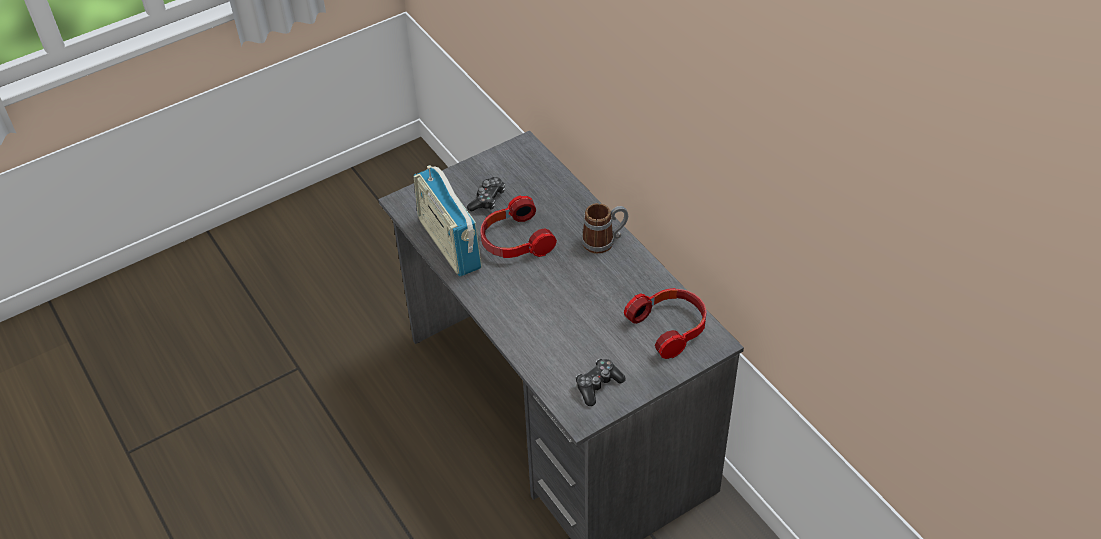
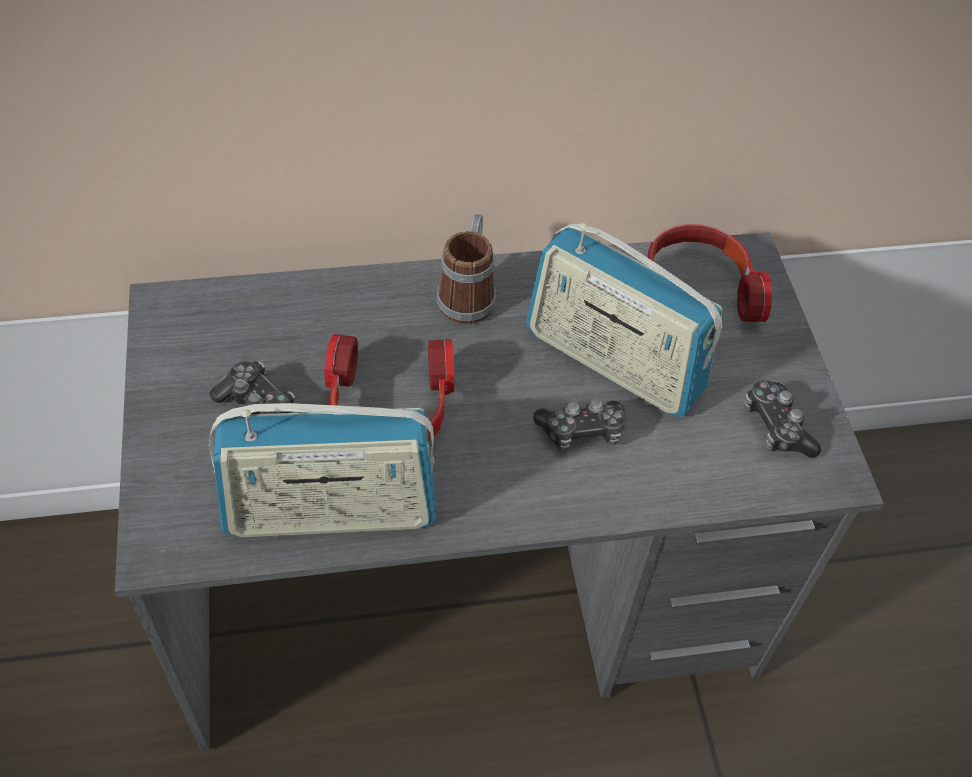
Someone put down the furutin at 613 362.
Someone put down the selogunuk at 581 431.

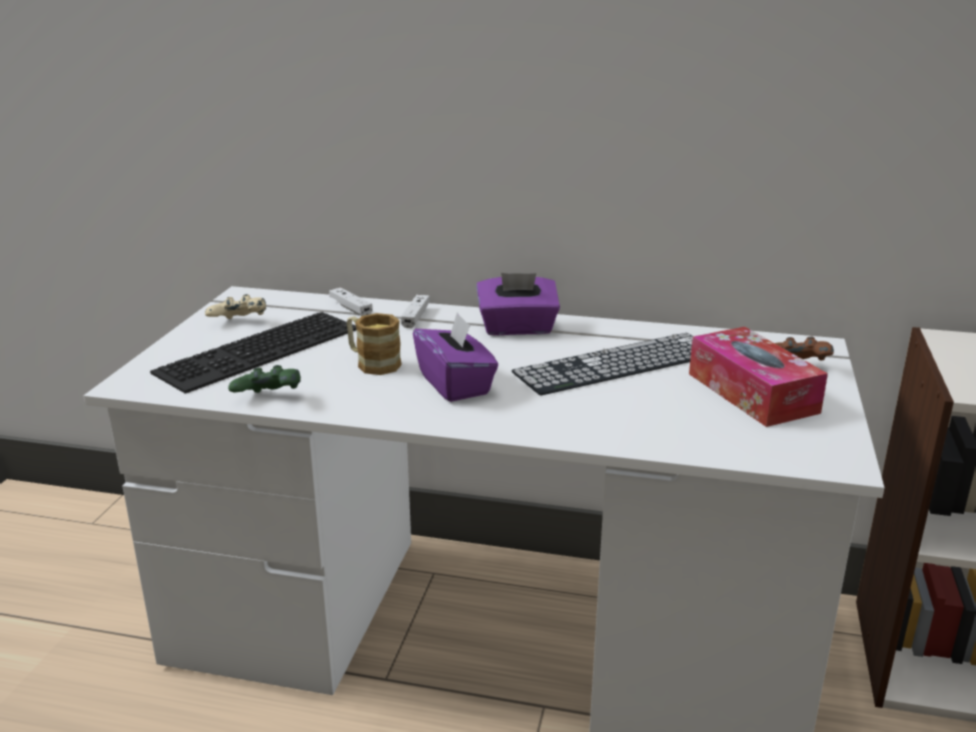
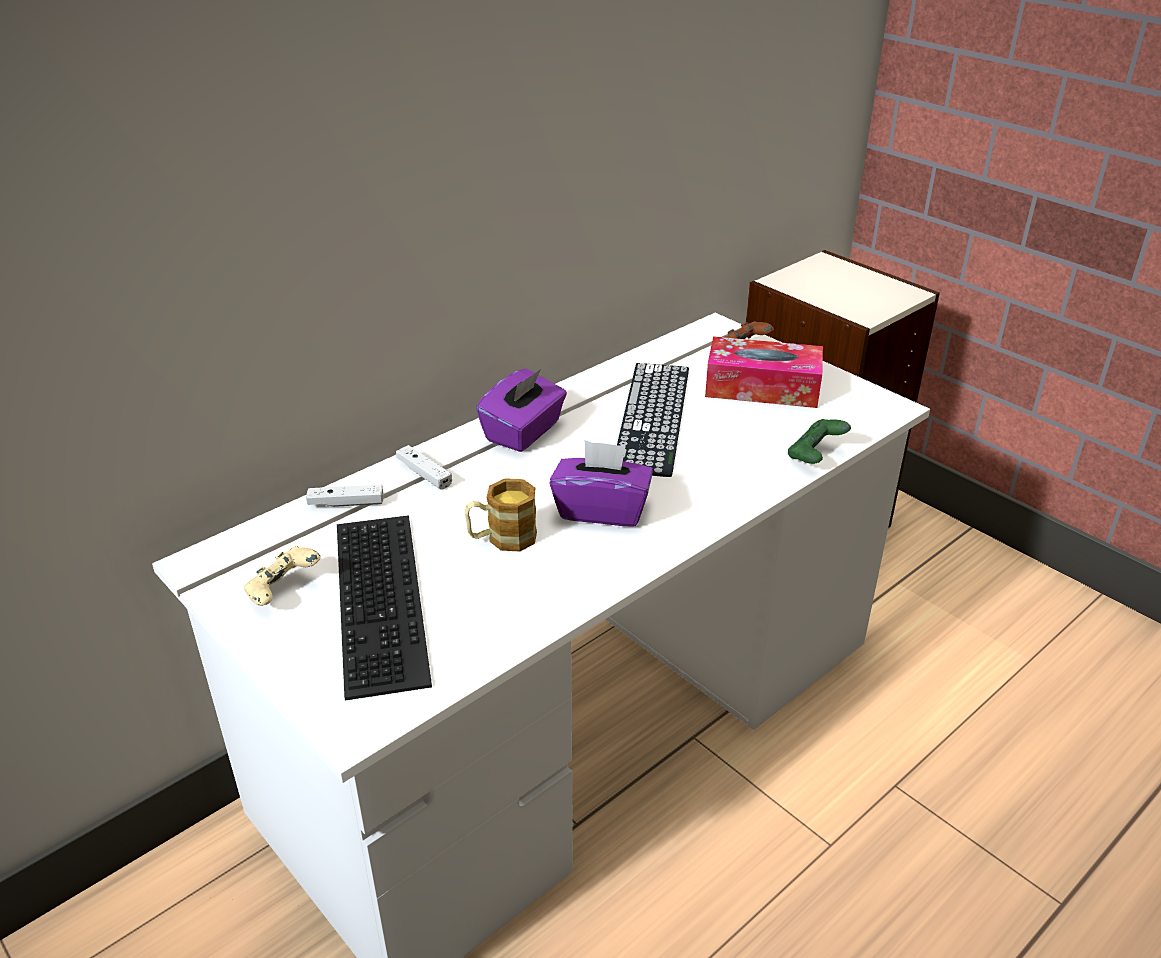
Someone carried the selogunuk (green) from 269 399 to 815 456.

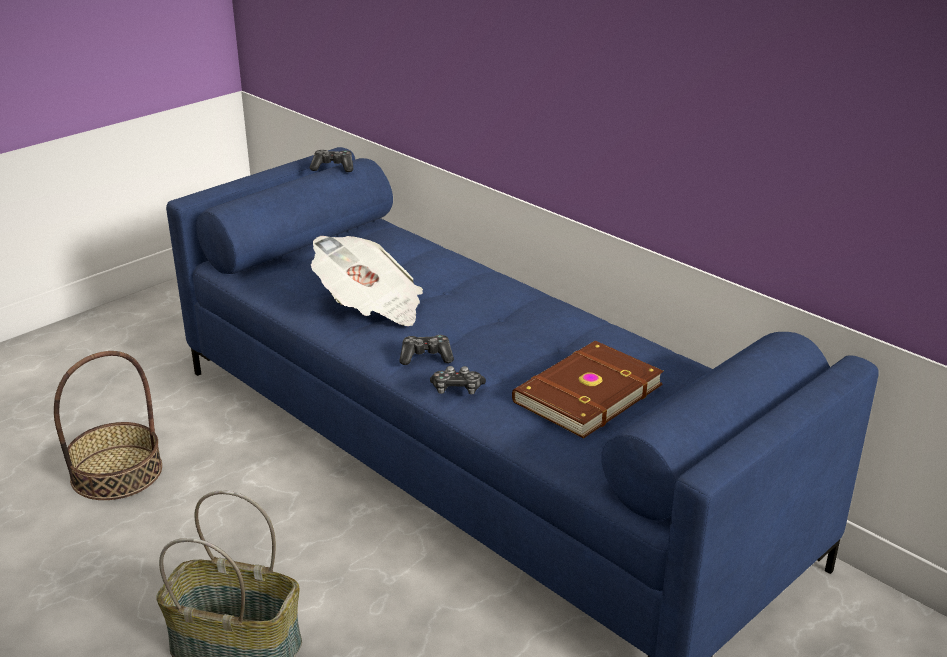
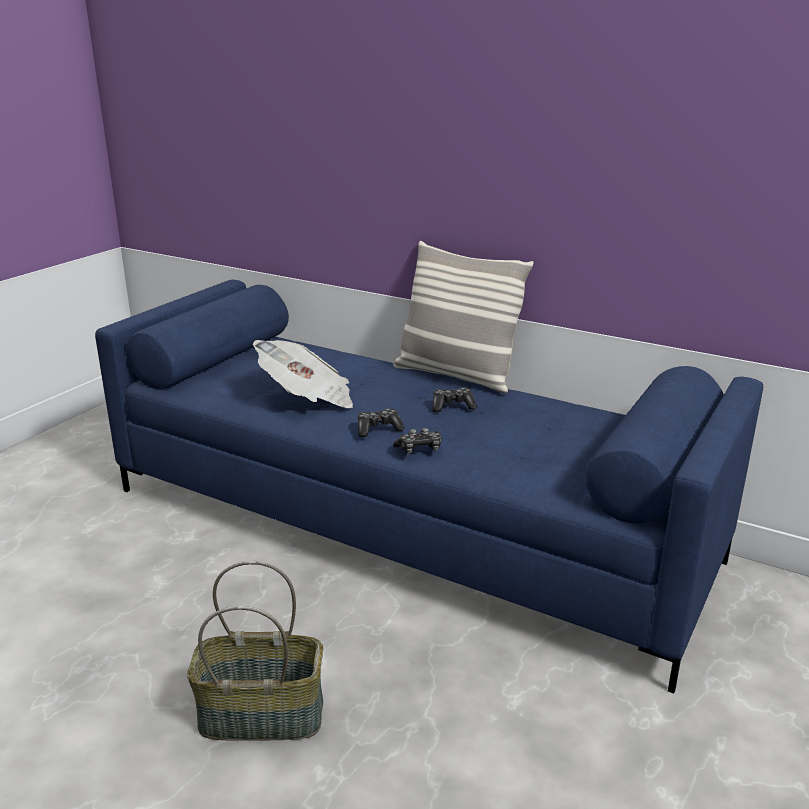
Someone took away the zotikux at 116 473.
Someone took away the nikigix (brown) at 585 393.
Someone put down the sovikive at 456 375.
Someone carried the selogunuk from 333 167 to 452 406.

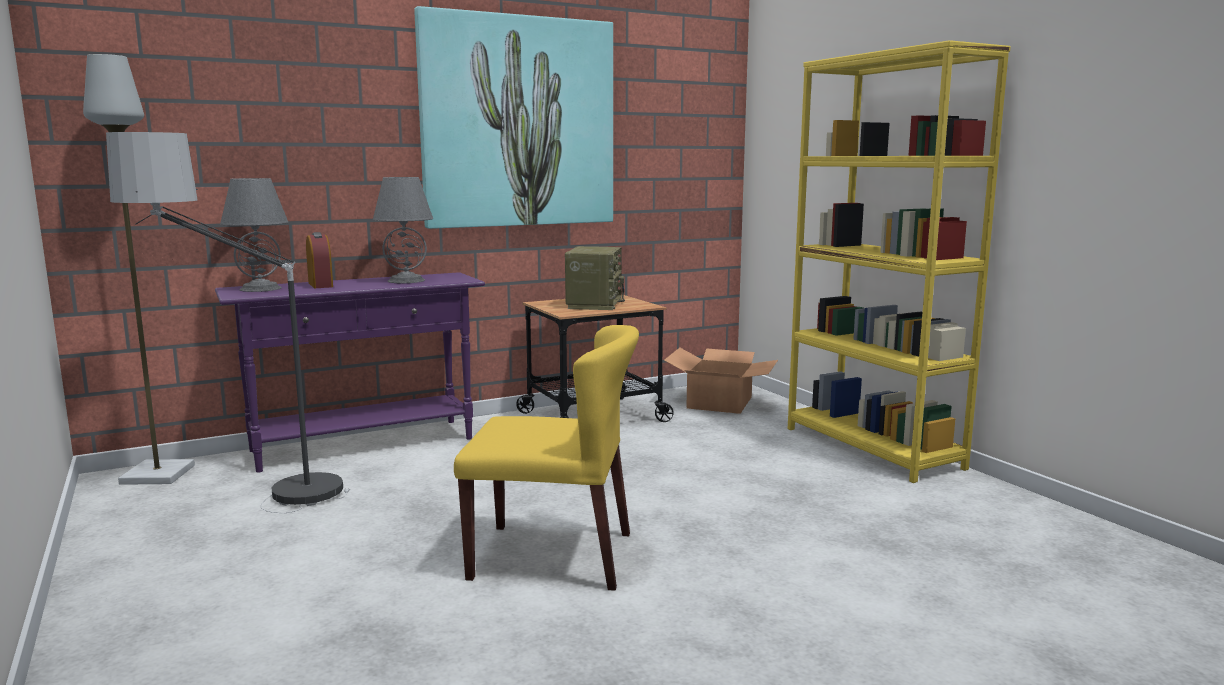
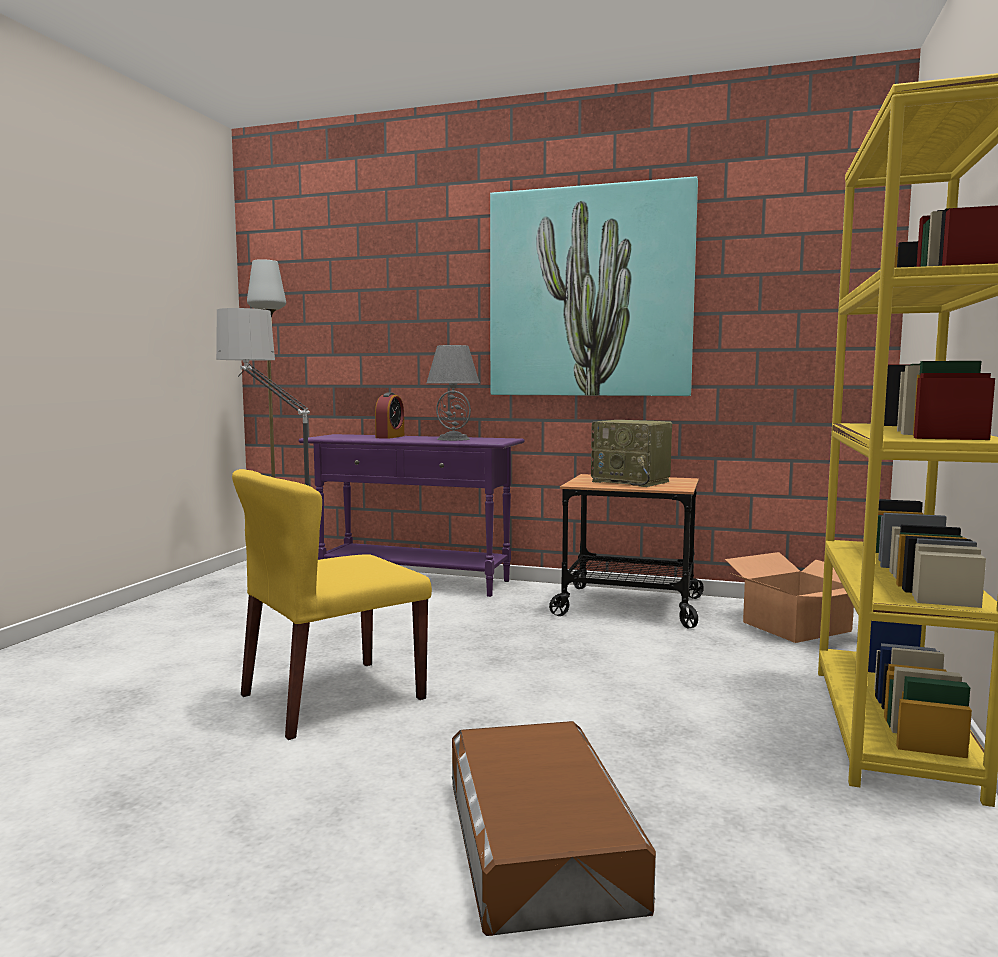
Someone took away the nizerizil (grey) at 260 288.
Someone put down the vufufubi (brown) at 540 841.
Someone rotated the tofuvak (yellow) at 554 555 by 90 degrees clockwise.
Someone rotated the furutin at 594 304 by 75 degrees clockwise.

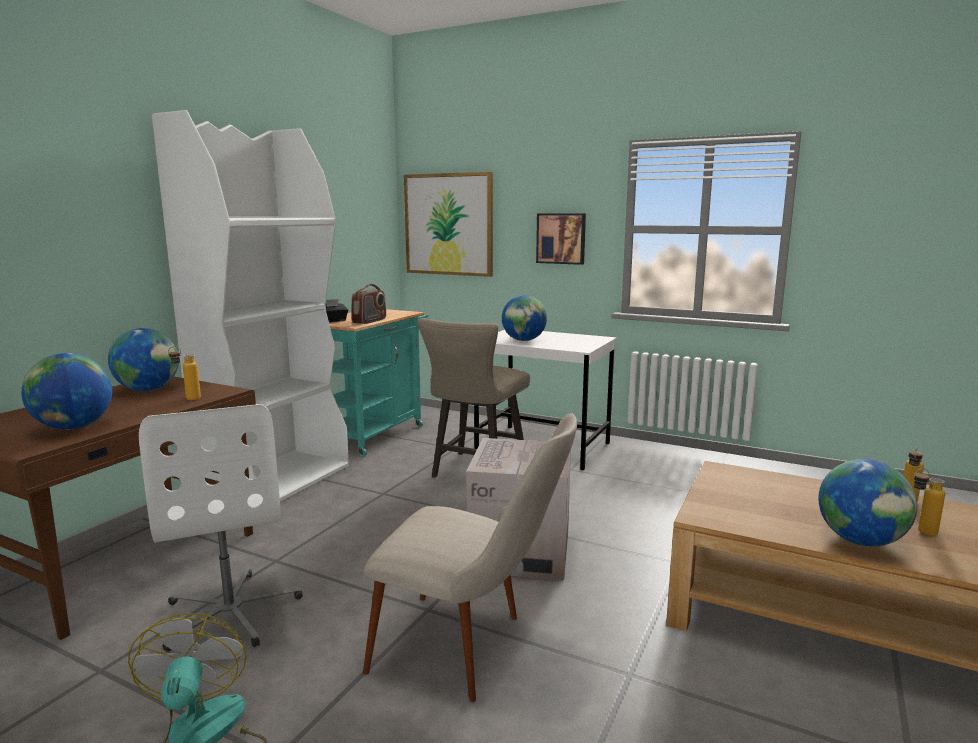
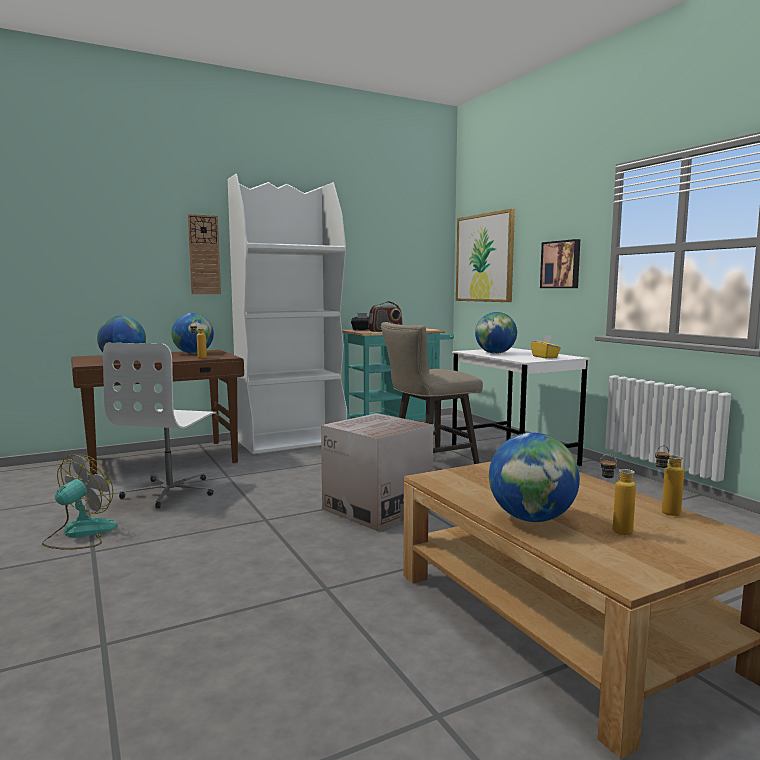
Someone took away the tofuvak (beige) at 471 649.
Someone put up the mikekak at 204 255.
Someone put down the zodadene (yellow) at 545 357.

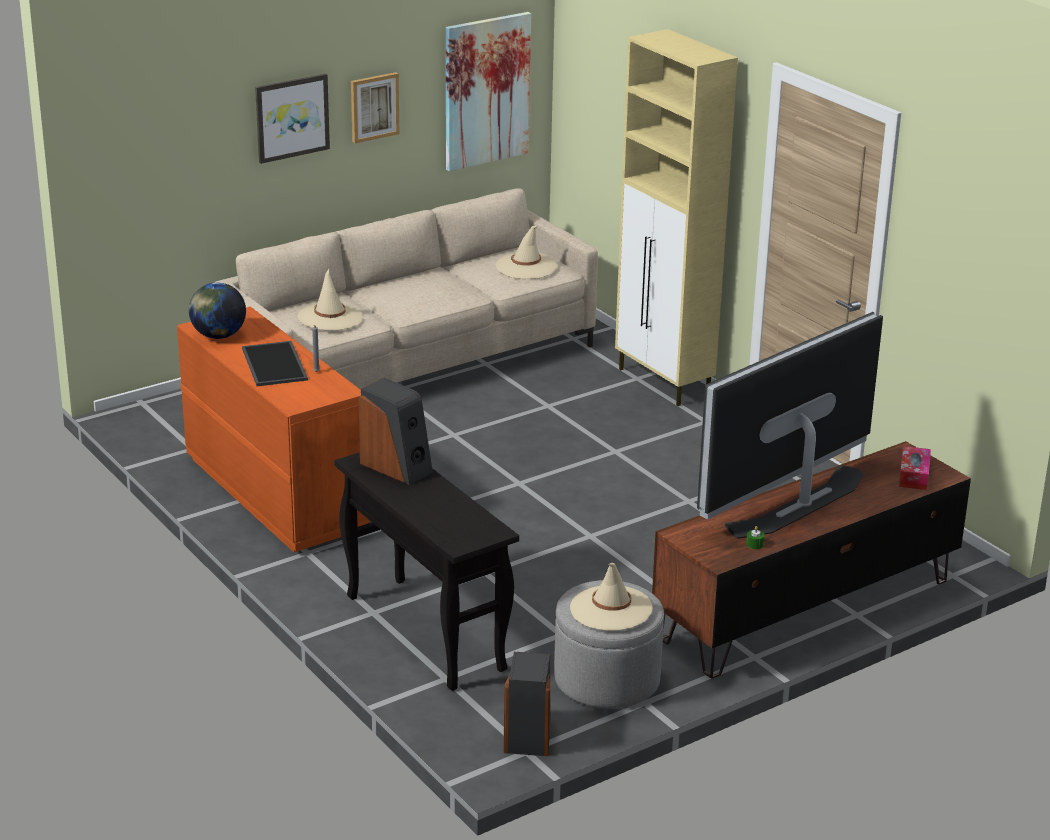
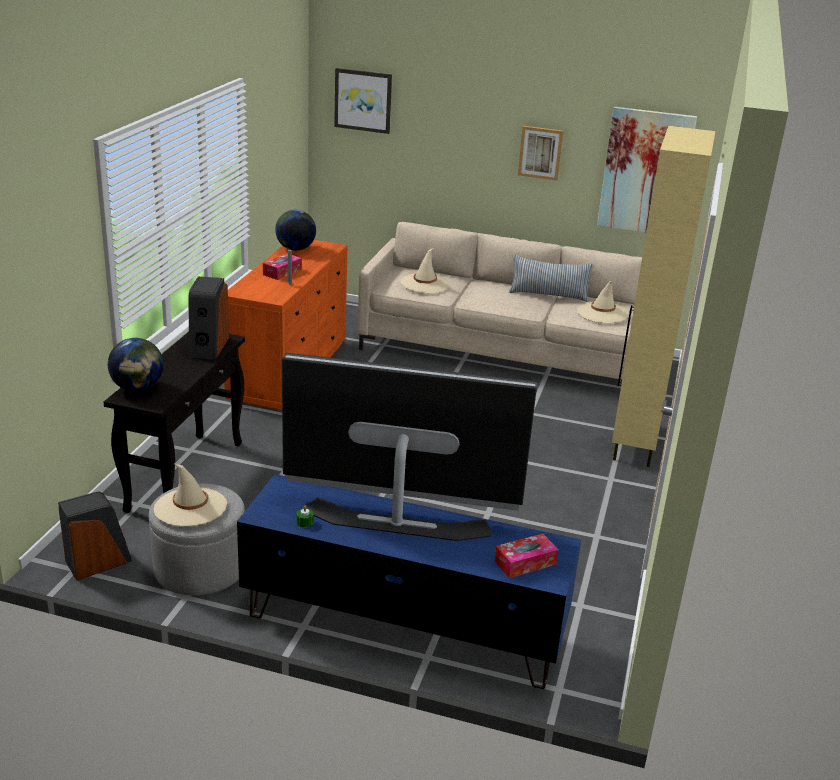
Someone put down the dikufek at 137 388.
Someone put down the sovikive at 548 295.
Someone carried the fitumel from 291 117 to 363 100.
Someone swapped the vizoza at 276 364 for the zodadene at 282 272.
Someone repainted the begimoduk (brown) at 805 609, which became the begimoduk (blue) at 402 626.

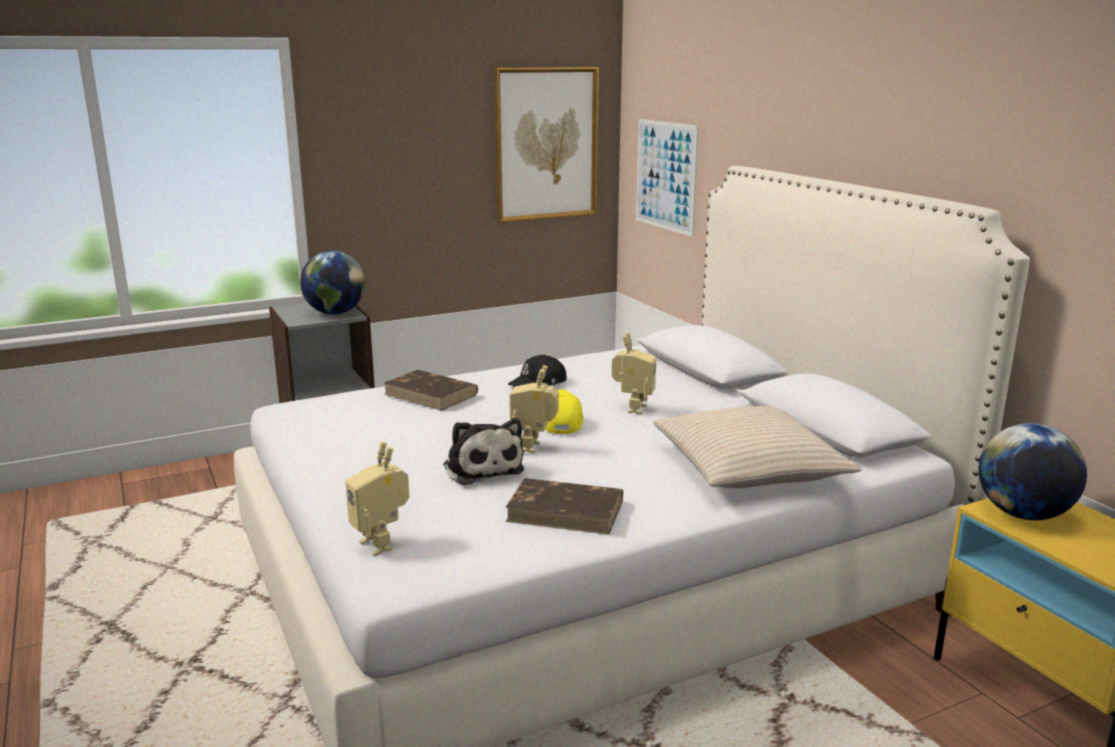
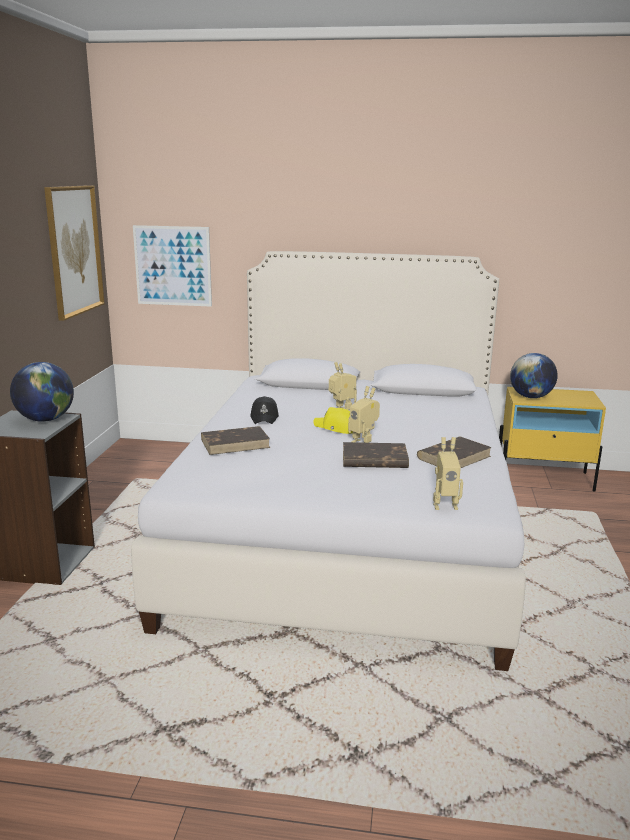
Someone took away the sovikive (beige) at 748 467.
Someone swapped the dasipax at 482 468 for the nikigix (brown) at 374 460.

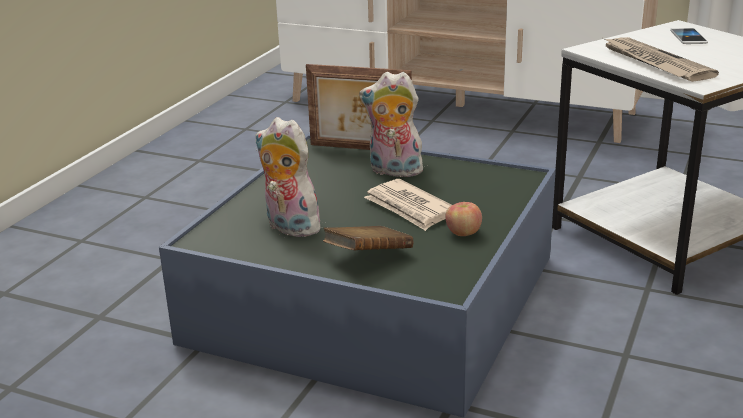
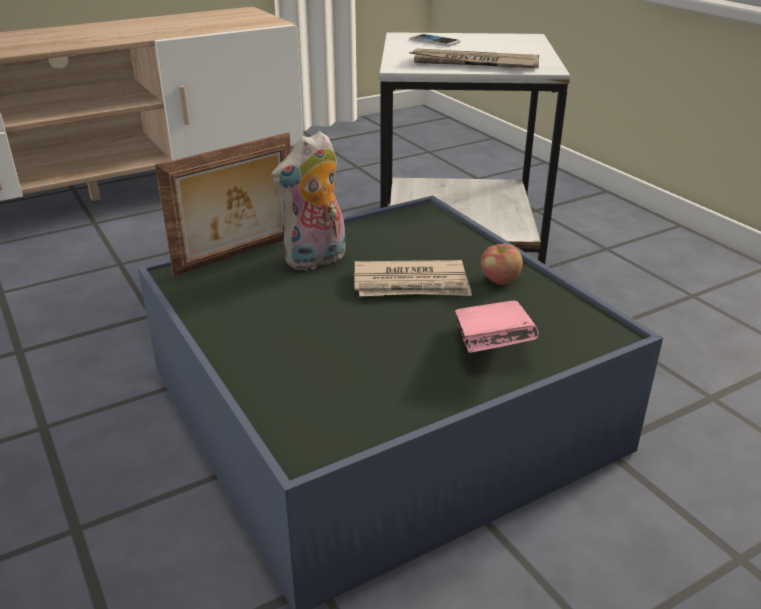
Someone took away the dasipax at 289 227.
Someone repainted the nikigix (brown) at 368 257, which became the nikigix (pink) at 492 346.

